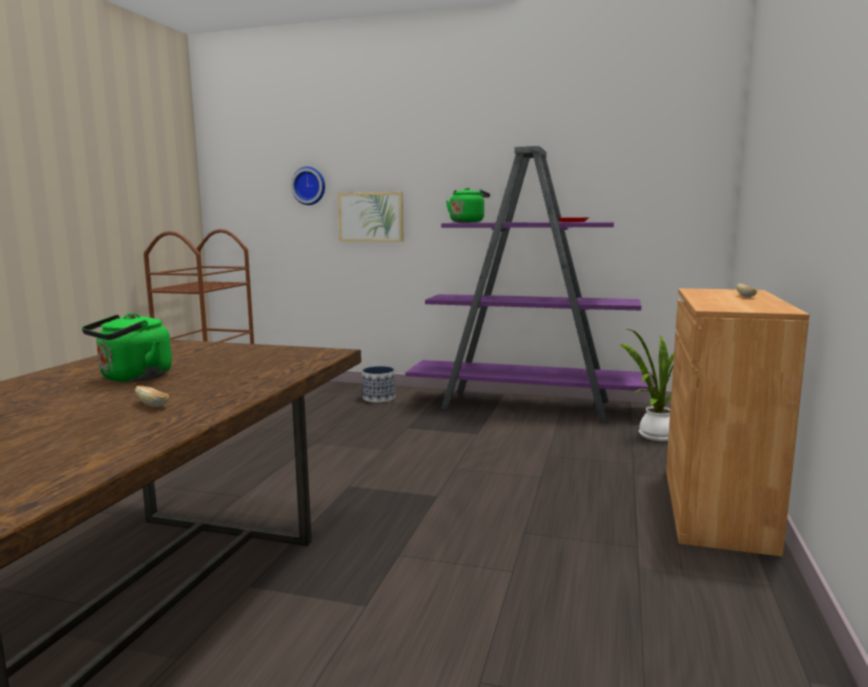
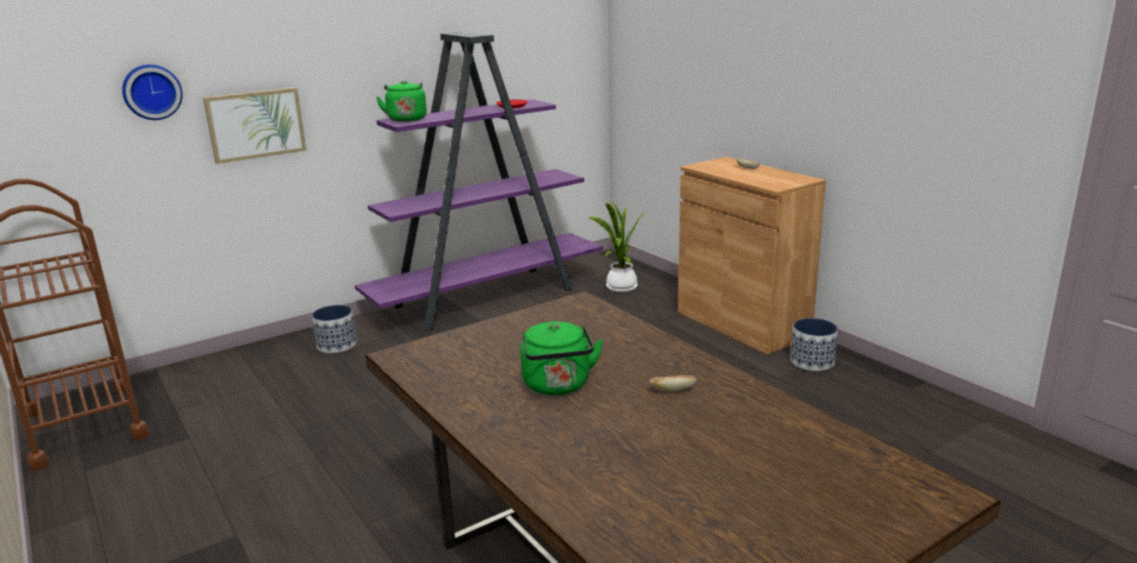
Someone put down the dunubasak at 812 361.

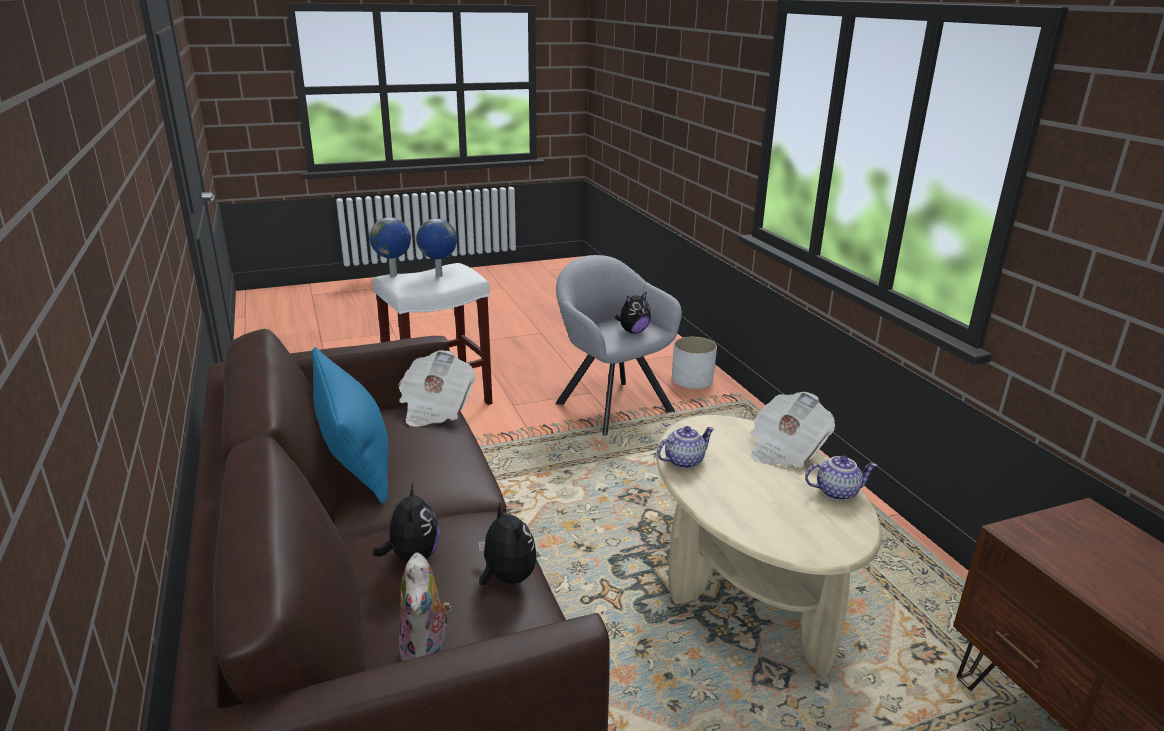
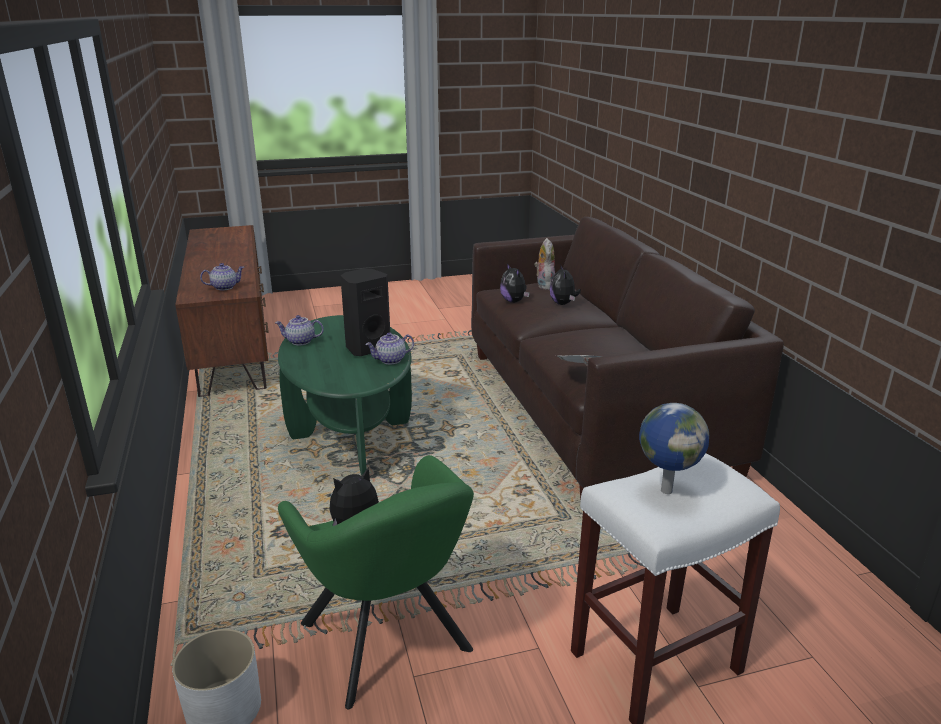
Someone took away the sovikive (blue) at 355 458.
Someone took away the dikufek at 394 275.
Someone took away the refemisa at 785 449.
Someone put down the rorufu at 224 287.
Someone put down the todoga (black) at 367 348.
Someone repainted the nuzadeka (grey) at 610 404, which became the nuzadeka (green) at 389 643.
Someone repainted the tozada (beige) at 746 585, which became the tozada (green) at 350 431.

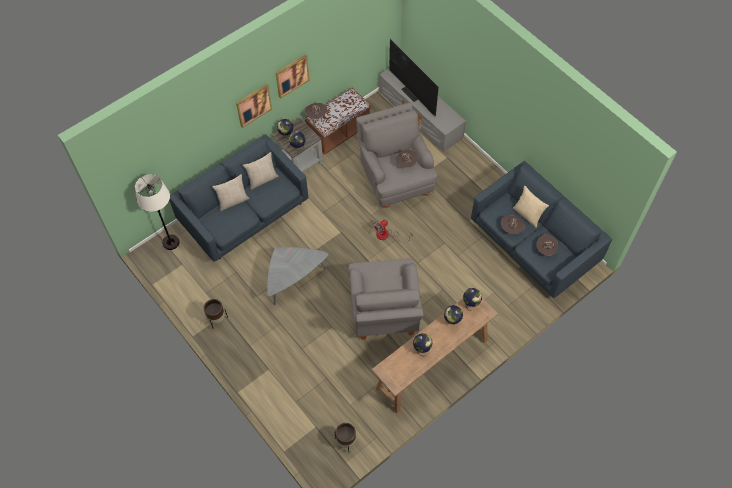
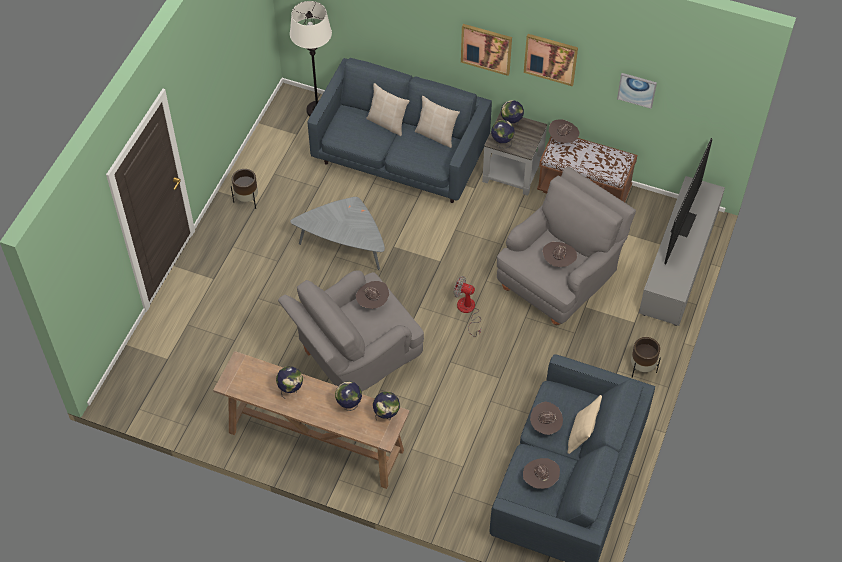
Someone put down the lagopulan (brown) at 372 302.
Someone put up the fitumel at 637 90.
Someone carried the dunubasak (brown) from 346 441 to 641 368.

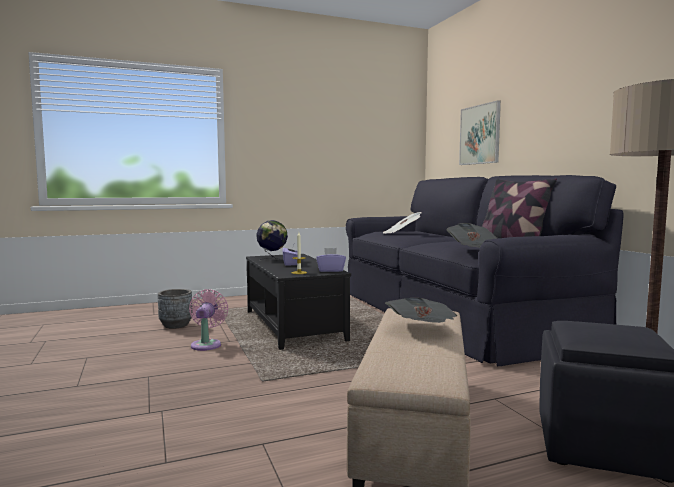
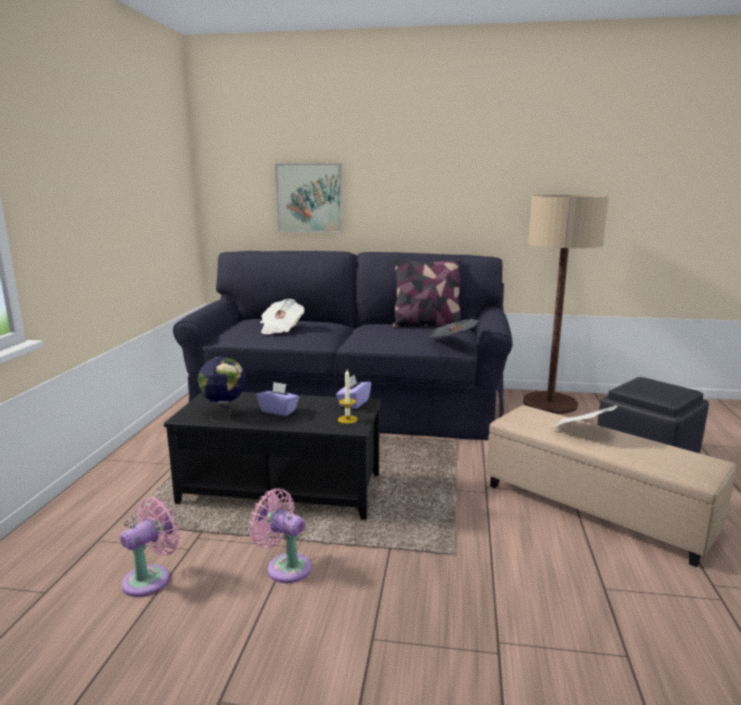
Someone swapped the dunubasak (grey) at 176 325 for the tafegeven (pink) at 151 578.

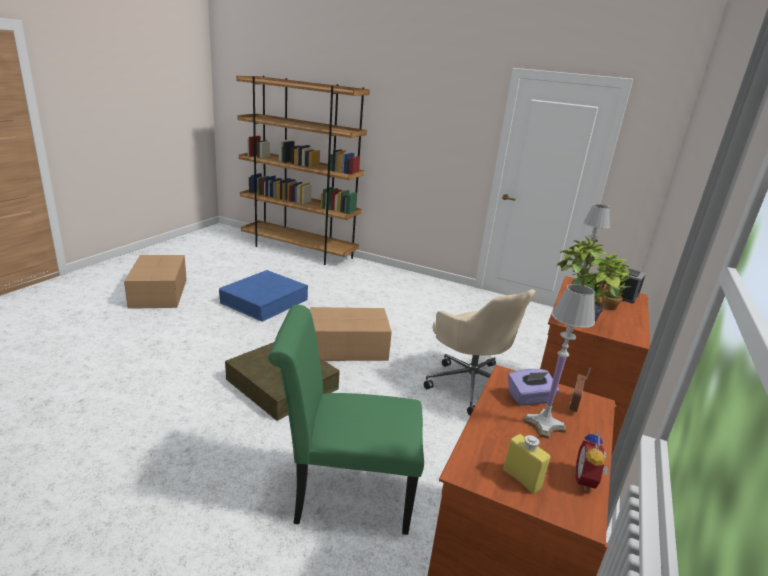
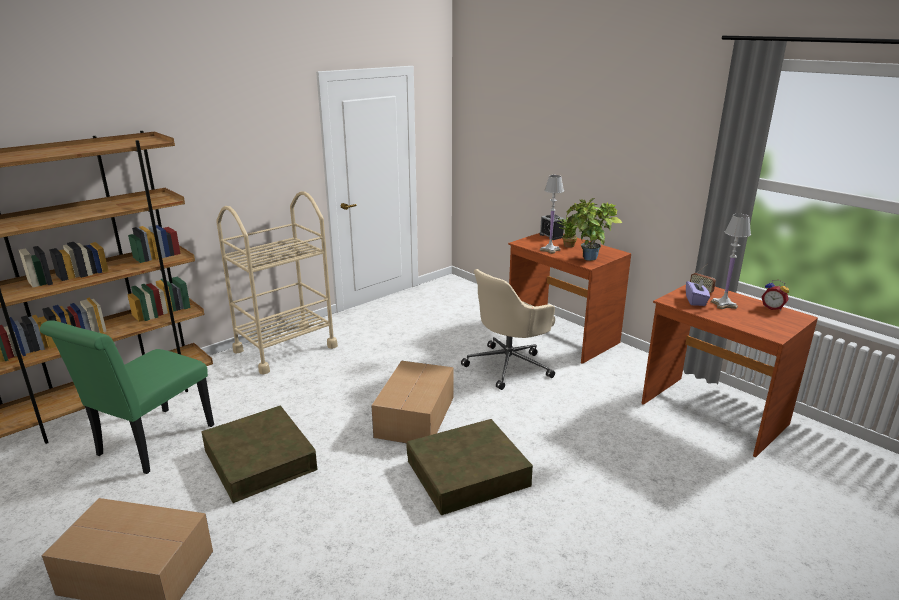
Someone took away the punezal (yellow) at 521 479.
Someone put down the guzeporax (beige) at 285 348.
Someone carried the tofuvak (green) from 344 493 to 150 444.
Someone repainted the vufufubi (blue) at 264 301, which became the vufufubi (brown) at 260 460.
Someone rotated the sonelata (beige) at 470 384 by 150 degrees clockwise.

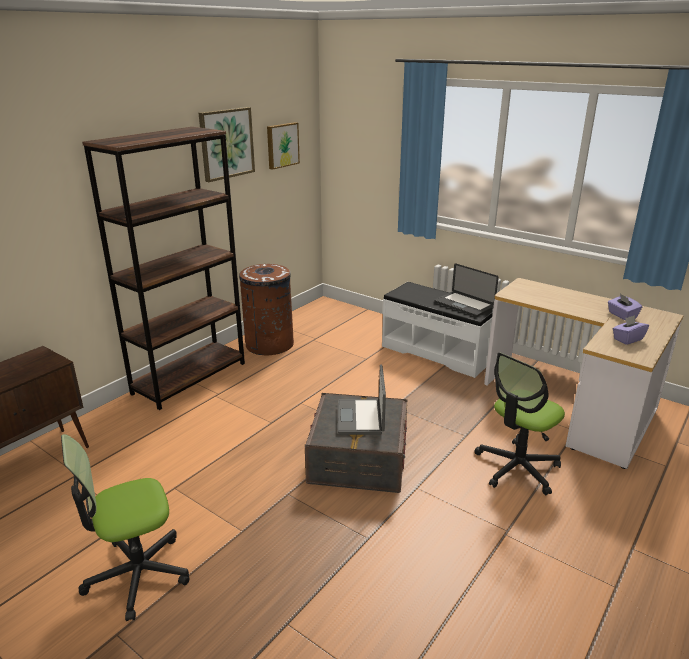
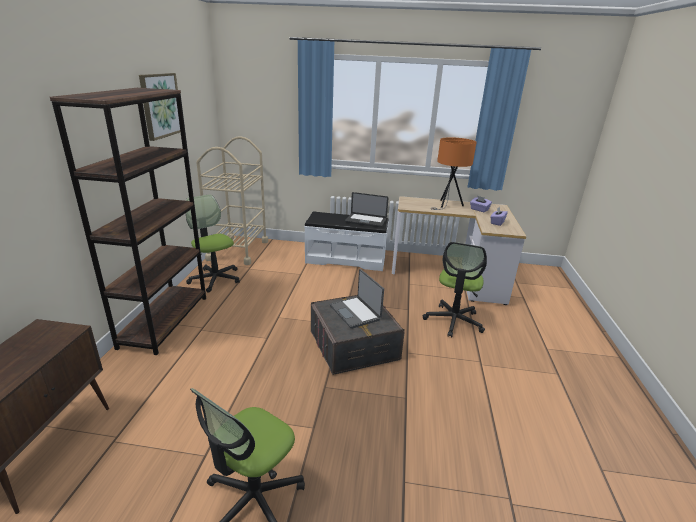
Someone took away the fitumel at 282 145.
Someone put down the guzeporax (beige) at 238 250.
Someone put down the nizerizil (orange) at 447 205.
Someone swapped the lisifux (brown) at 269 344 for the sonelata at 215 279.

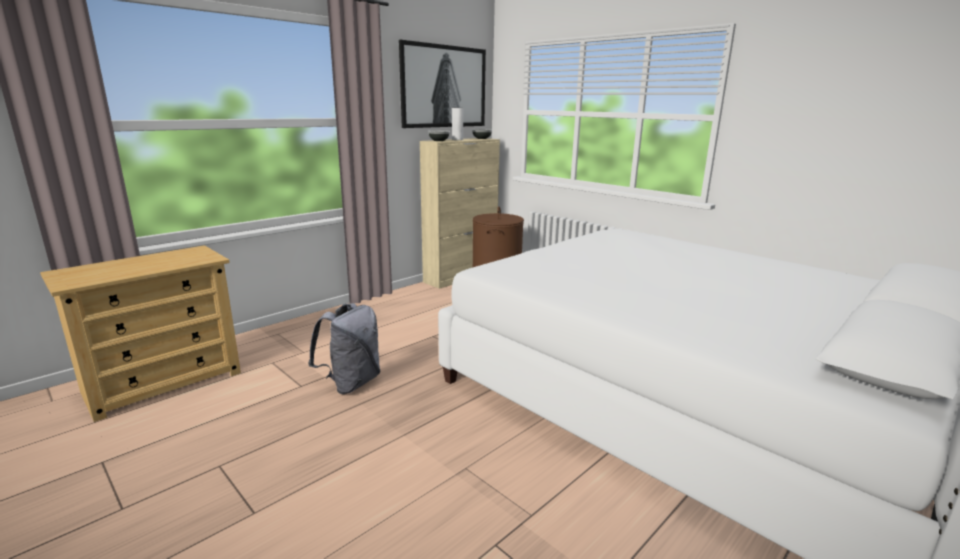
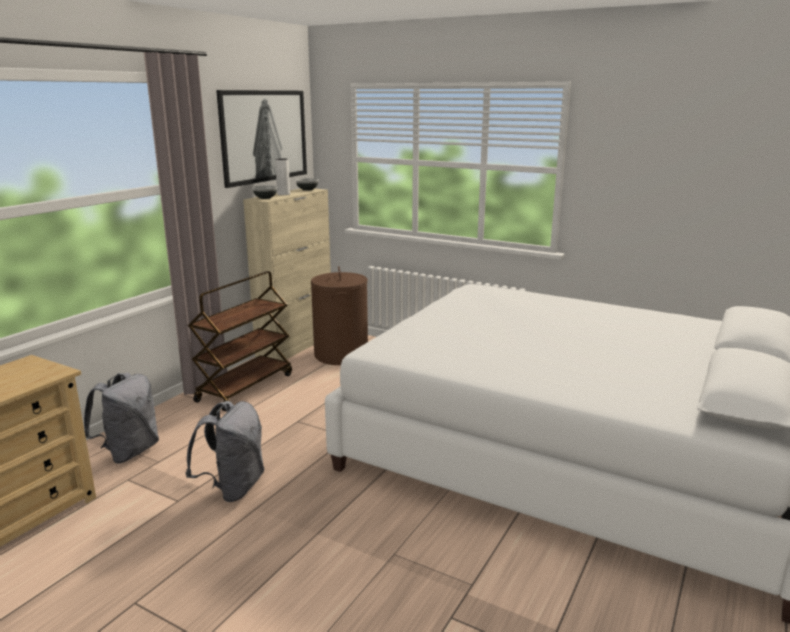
Someone put down the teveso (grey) at 129 452.
Someone put down the guzeporax (brown) at 245 387.

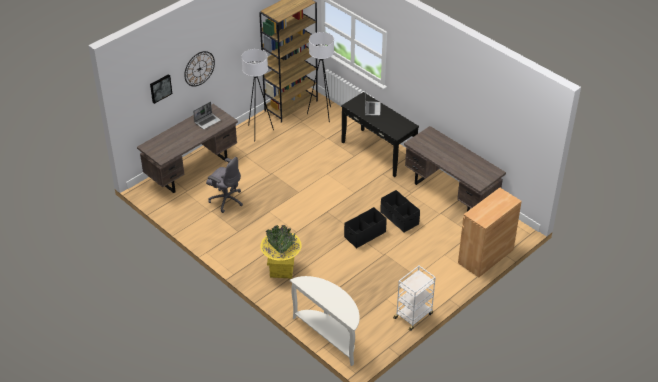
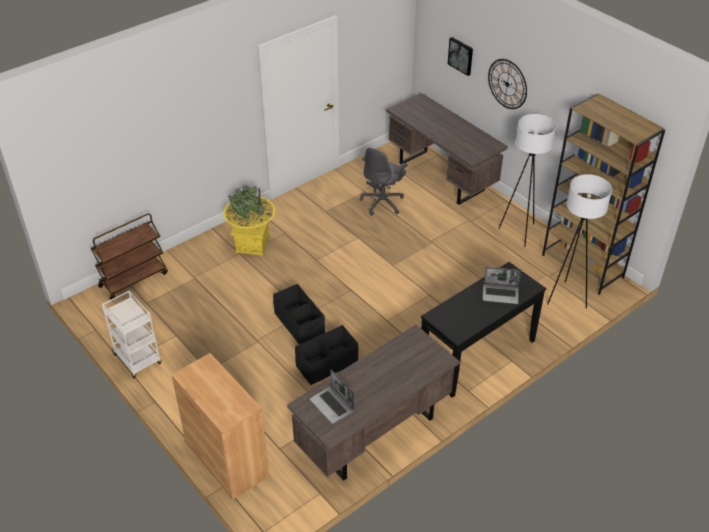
Someone carried the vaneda from 207 121 to 332 405.
Someone swapped the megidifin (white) at 330 335 for the guzeporax (brown) at 134 279.

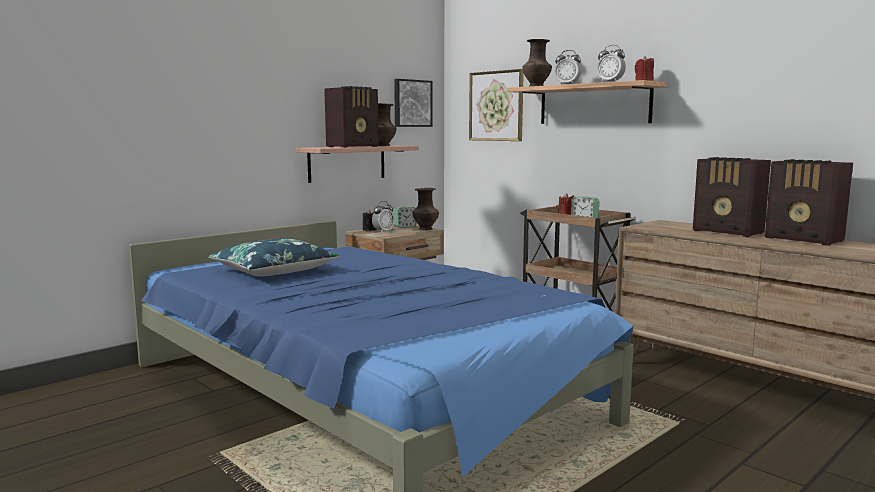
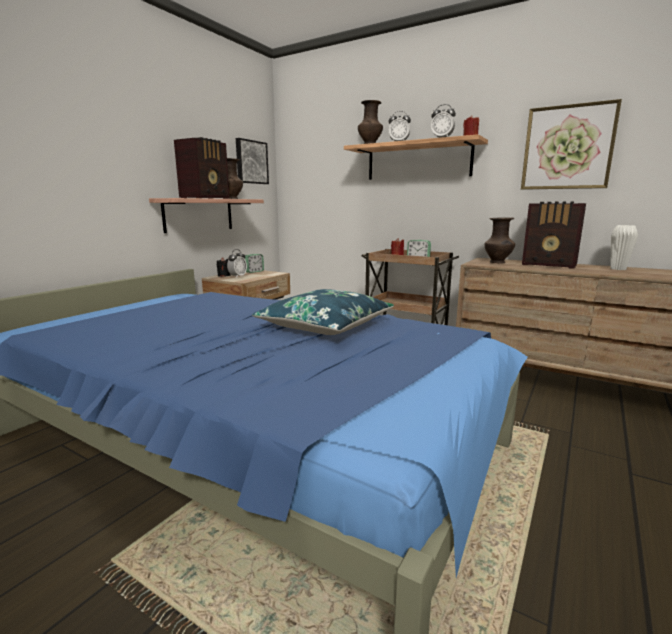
Someone carried the sovikive (blue) from 274 271 to 325 326.
Someone carried the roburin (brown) from 425 229 to 498 262.
Someone carried the fitumel from 496 106 to 567 148.
Someone swapped the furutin at 804 240 for the roburin (white) at 618 269.

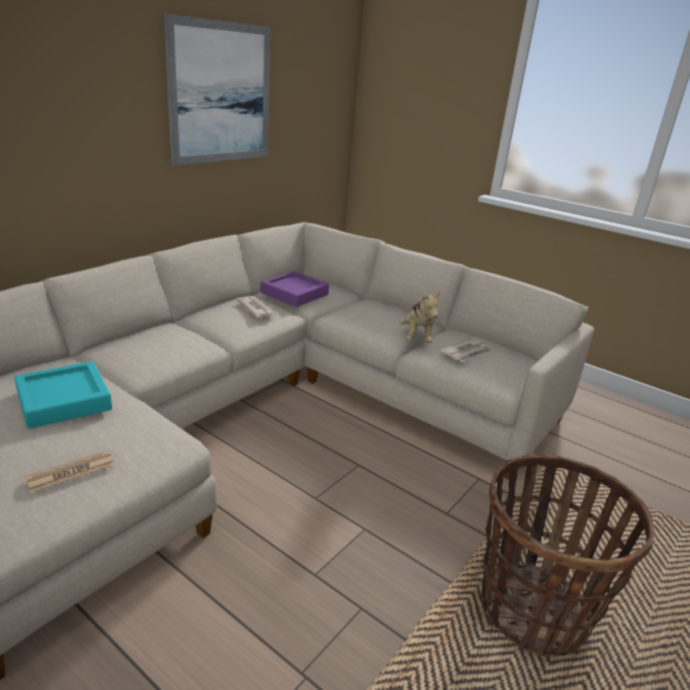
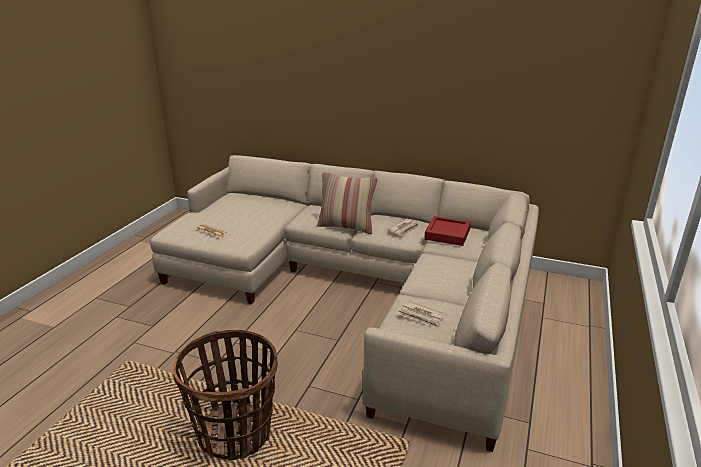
Someone took away the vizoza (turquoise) at 64 400.
Someone took away the fitumel at 221 93.
Someone took away the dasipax at 416 337.
Someone put down the sovikive at 346 226.
Someone repainted the vizoza (purple) at 294 293, which became the vizoza (red) at 447 234.

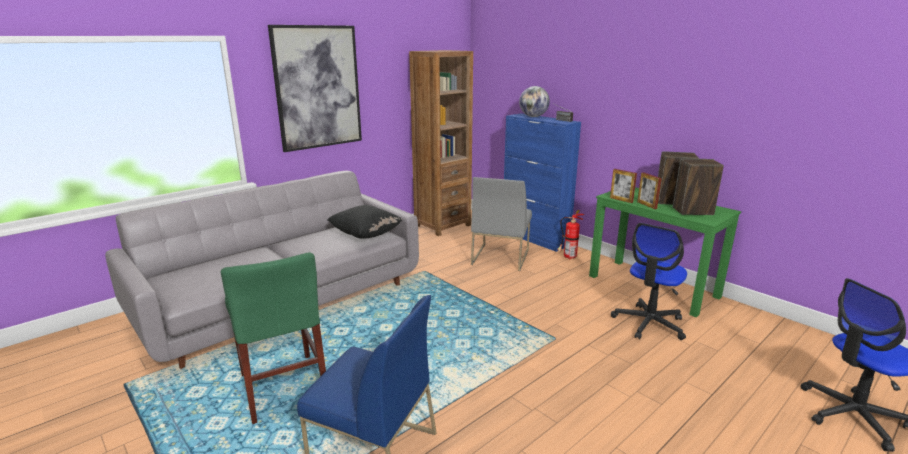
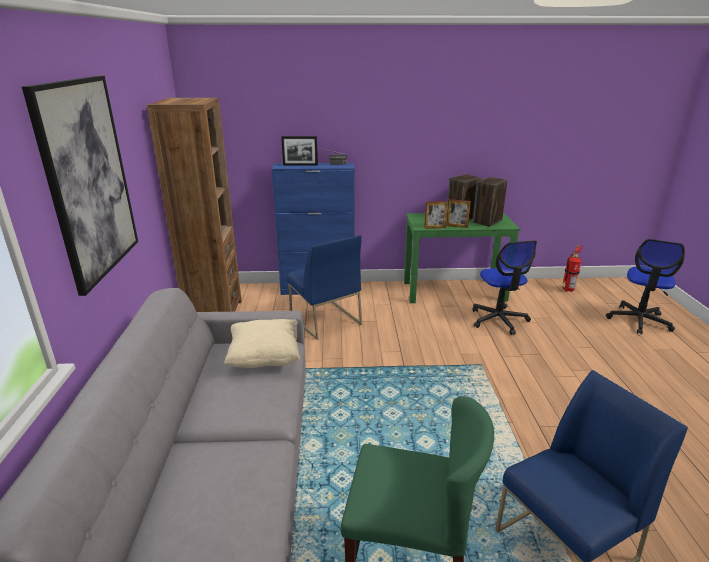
Someone carried the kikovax from 568 257 to 567 290.
Someone swapped the dikufek at 533 116 for the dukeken at 300 165.
Someone repainted the sovikive (black) at 365 235, which became the sovikive (beige) at 265 358.
Someone repainted the tofuvak (grey) at 500 257, which became the tofuvak (blue) at 324 319.

